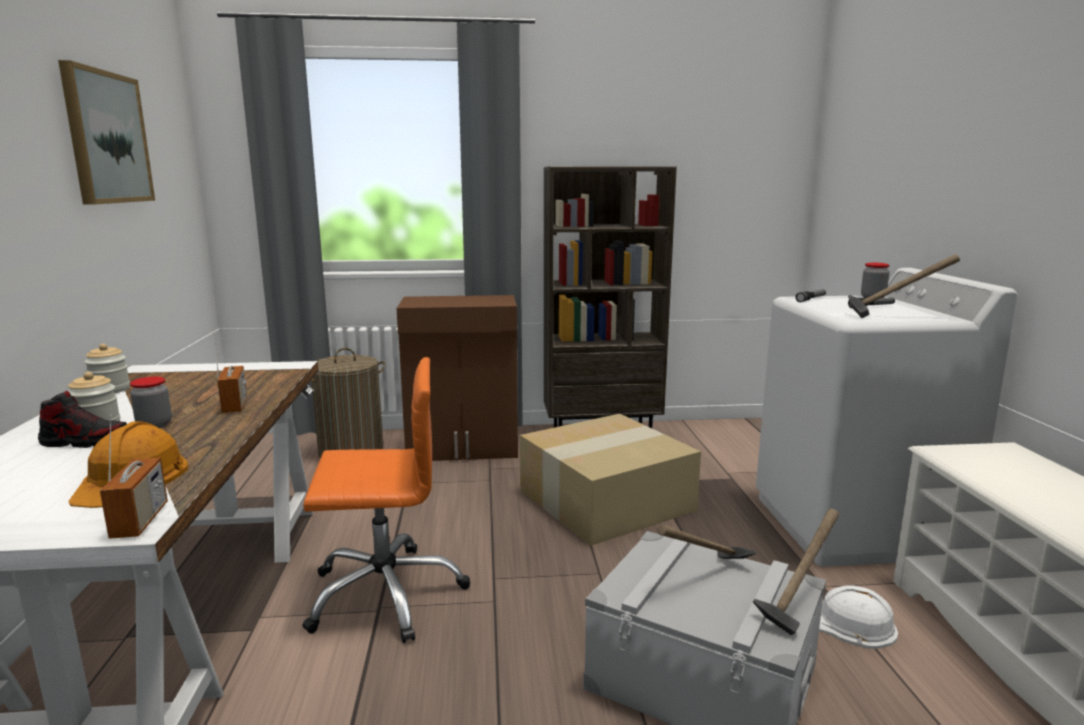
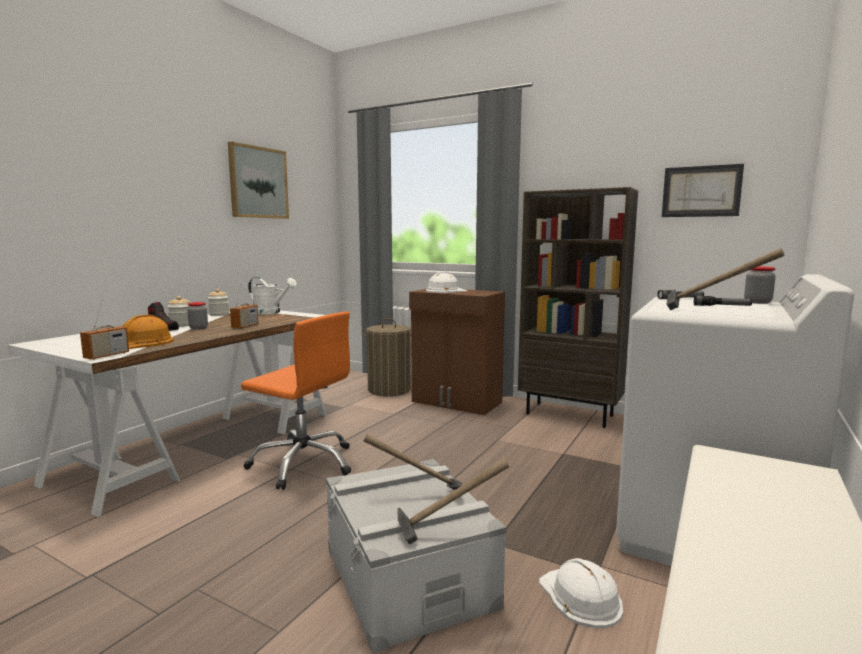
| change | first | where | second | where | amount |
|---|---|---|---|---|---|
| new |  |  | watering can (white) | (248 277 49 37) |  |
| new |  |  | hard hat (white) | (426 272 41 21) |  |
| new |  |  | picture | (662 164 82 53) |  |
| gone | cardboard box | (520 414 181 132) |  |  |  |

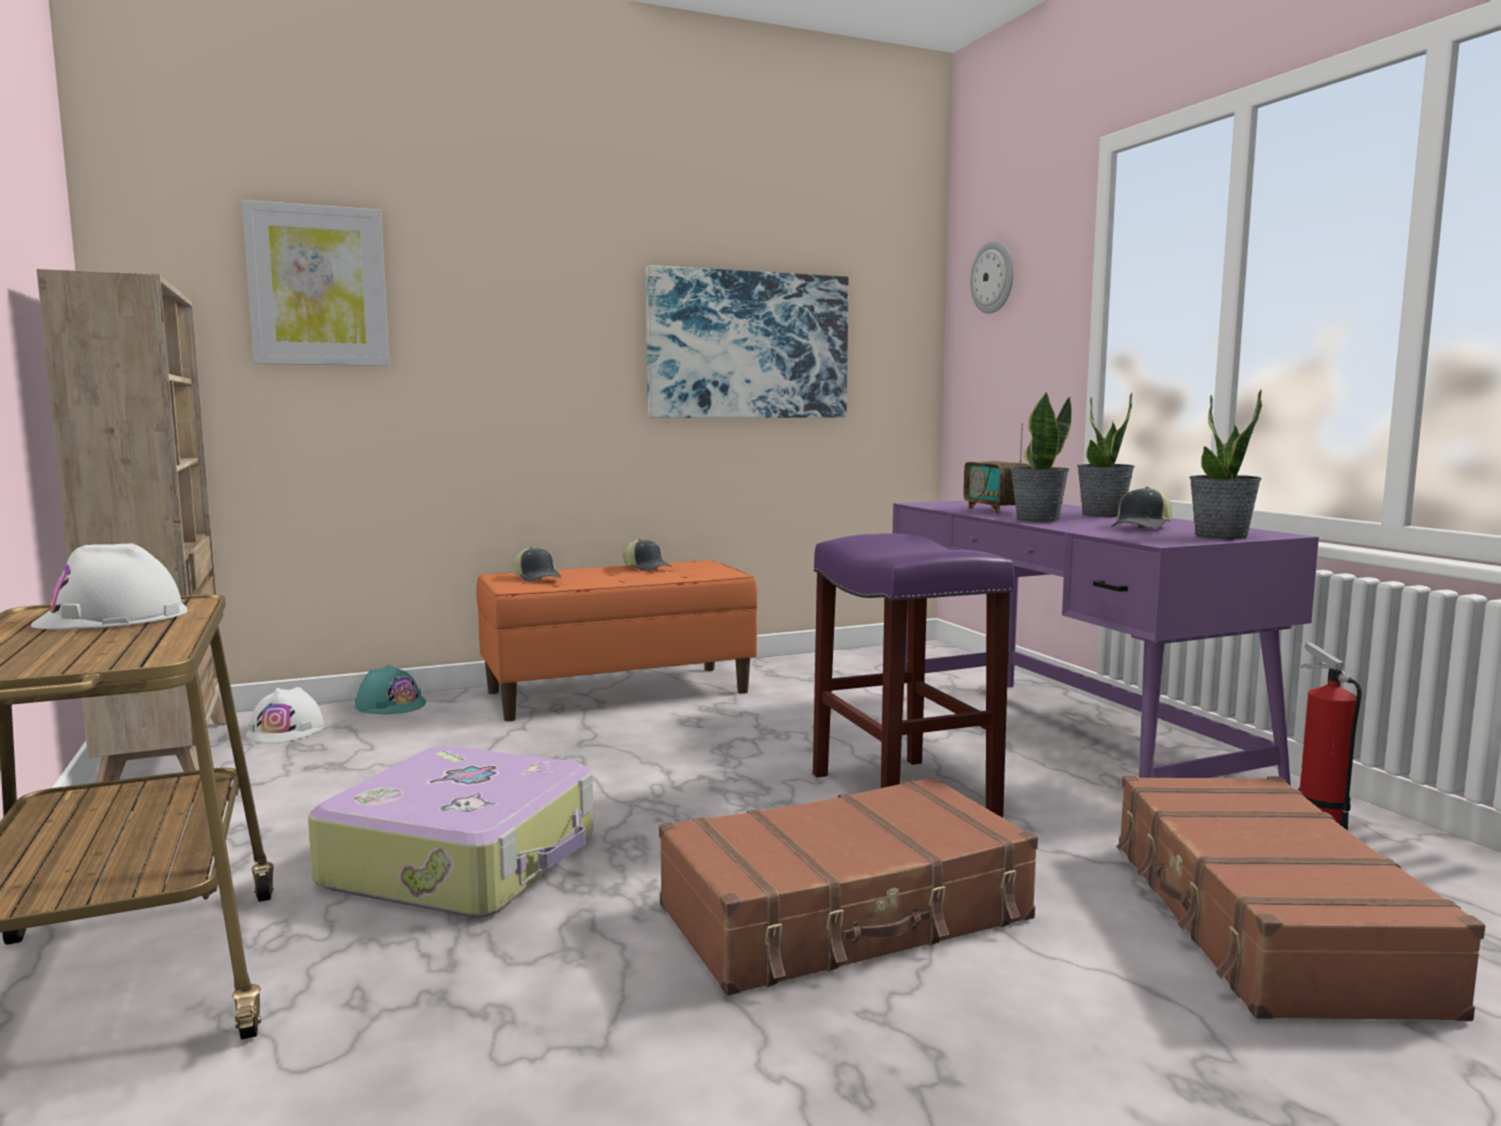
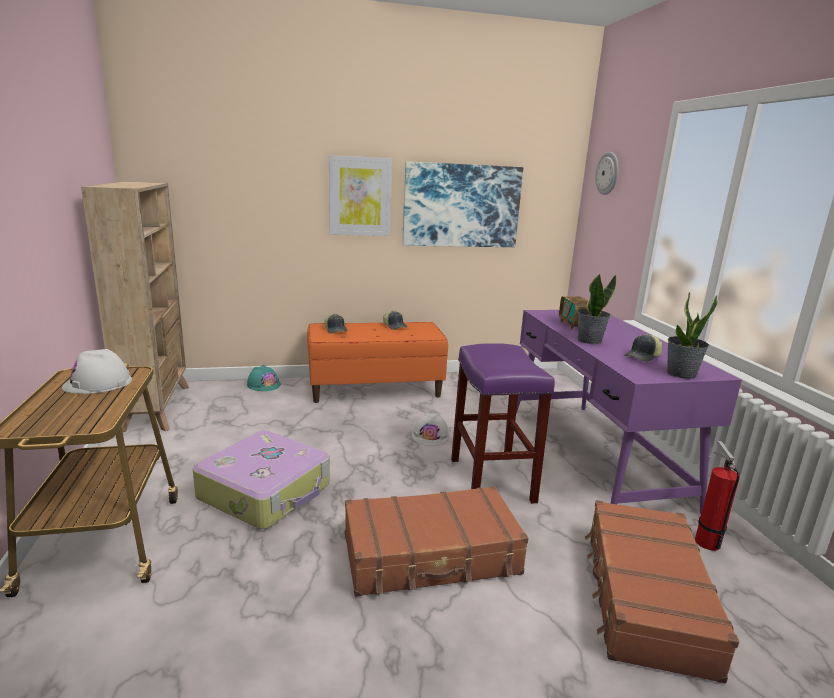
| change | first | where | second | where | amount |
|---|---|---|---|---|---|
| shifted | picture | (242 200 148 166) |  | (329 155 63 81) |  |
| shifted | hard hat (white) | (246 687 79 56) |  | (412 413 38 33) |  |
| gone | potted plant | (1077 393 58 124) |  |  |  |

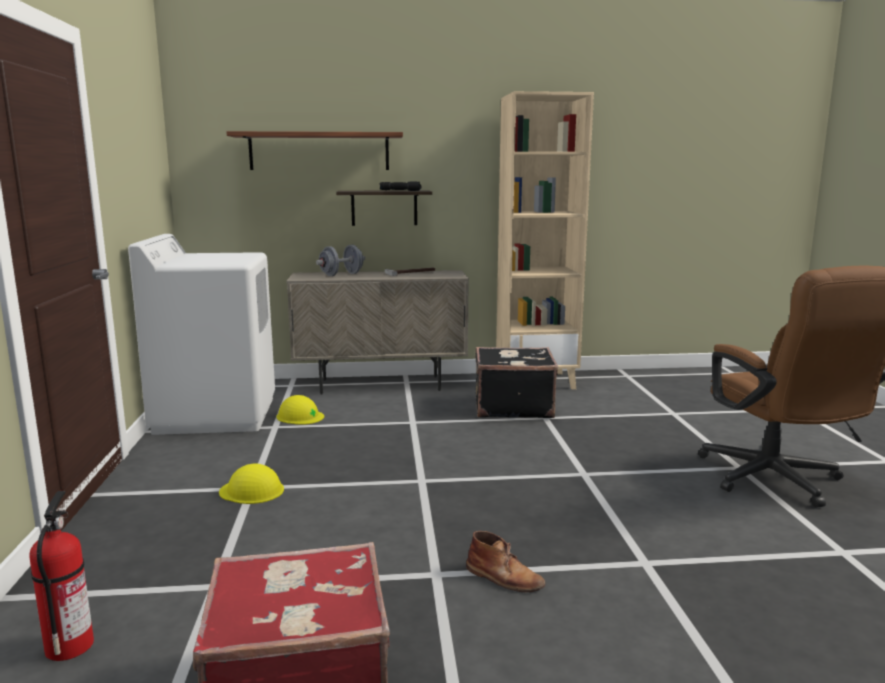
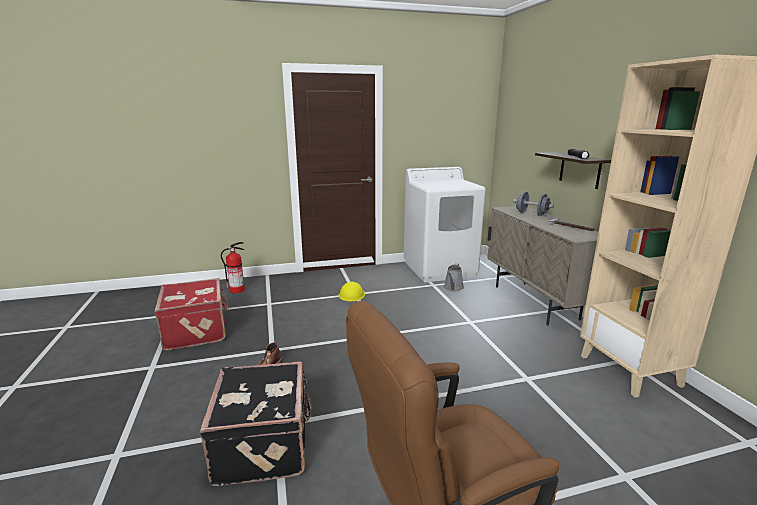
| change | first | where | second | where | amount |
|---|---|---|---|---|---|
| shifted | suitcase (black) | (475 347 83 71) |  | (200 361 113 125) |  |
| swapped | hard hat (yellow) | (276 395 48 30) | watering can (grey) | (444 264 20 27) |  |
| gone | shelf | (226 131 177 39) |  |  |  |

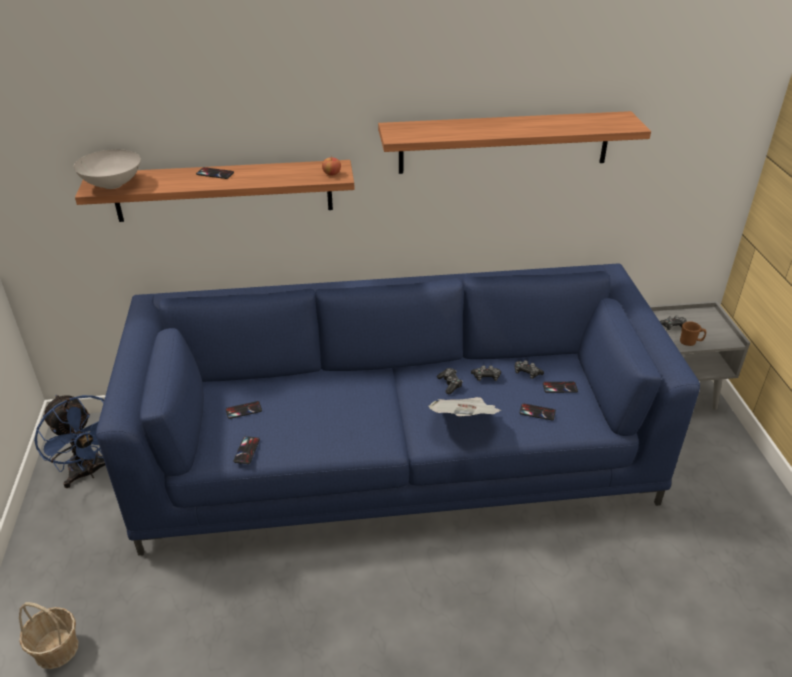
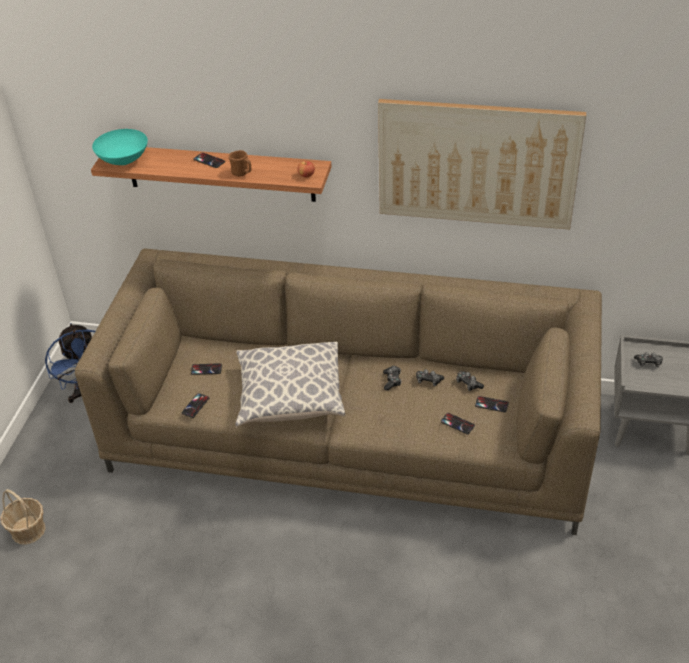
| change | first | where | second | where | amount |
|---|---|---|---|---|---|
| repainted | sofa (blue) | (96 263 604 293) | sofa (brown) | (75 248 527 287) |  |
| repainted | bowl (white) | (74 149 67 40) | bowl (turquoise) | (92 129 56 36) |  |
| shifted | mug (brown) | (680 321 26 25) |  | (228 150 23 26) |  |
| new |  |  | pillow | (236 341 109 86) |  |
| swapped | shelf | (378 111 273 63) | picture | (378 99 208 131) |  |
| gone | newspaper | (428 397 73 19) |  |  |  |

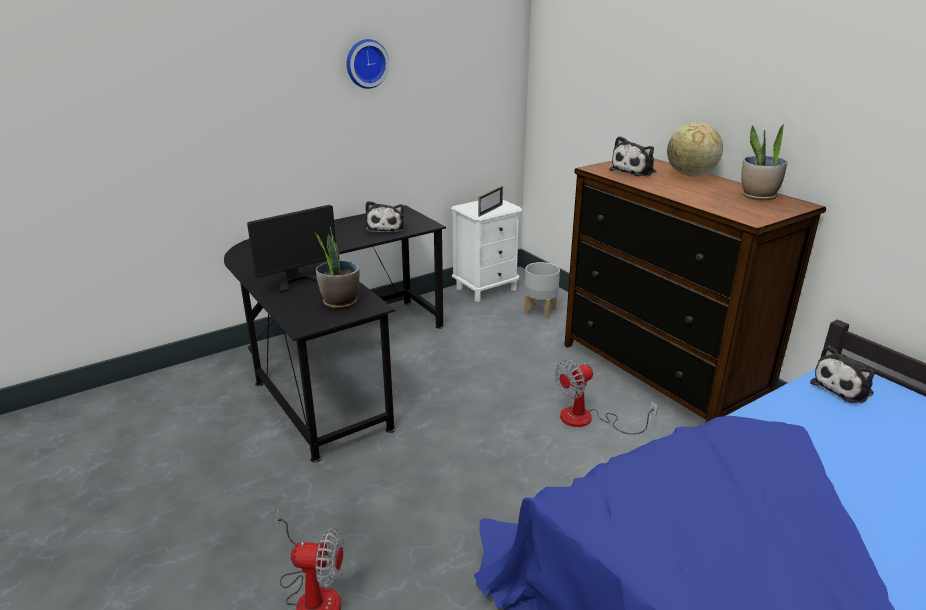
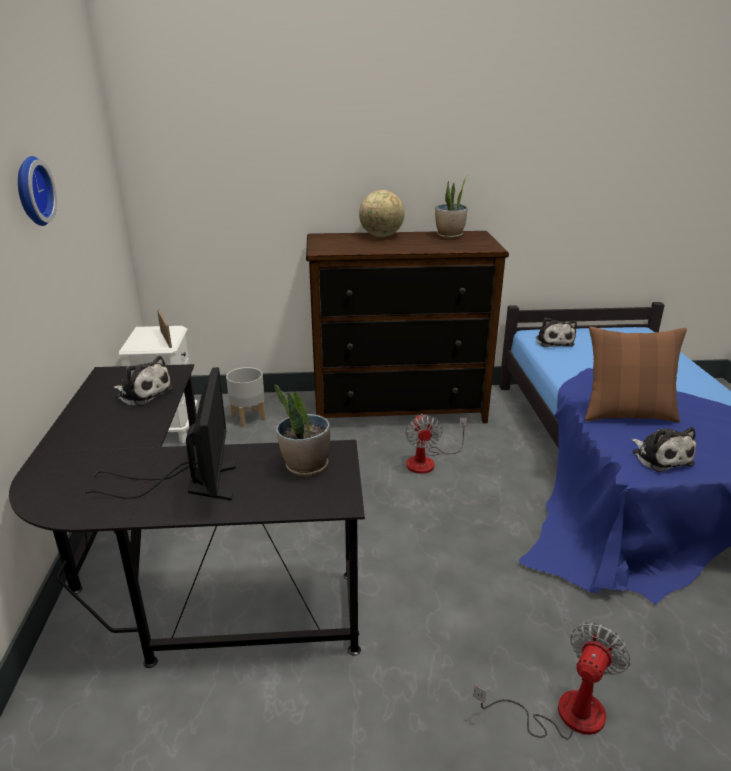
| change | first | where | second | where | amount |
|---|---|---|---|---|---|
| new |  |  | pillow (brown) | (584 327 103 96) |  |
| shifted | plush toy | (609 136 47 41) |  | (632 427 64 45) |  |

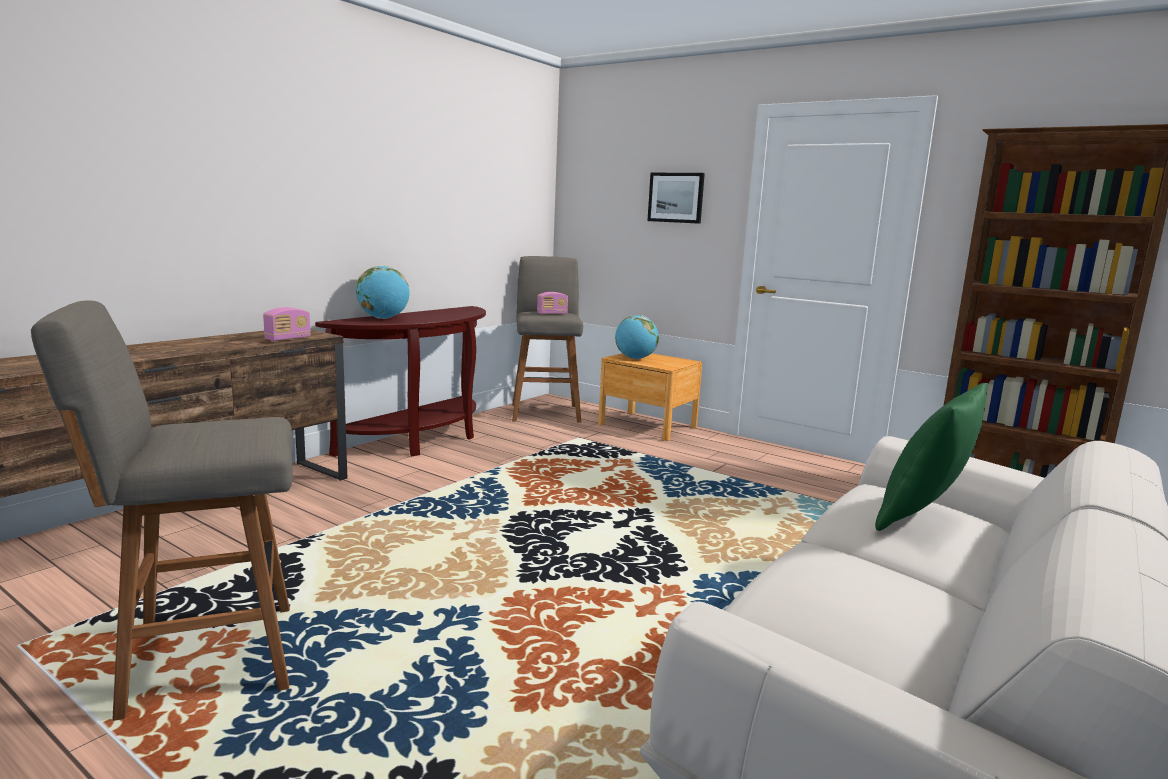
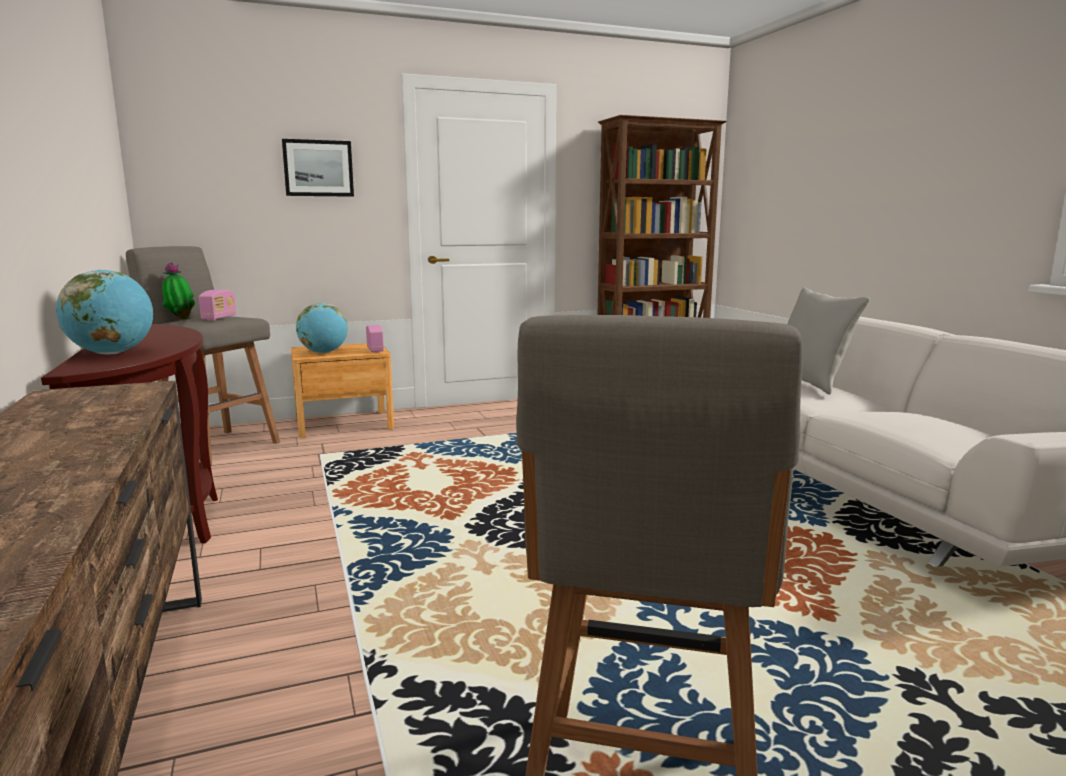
| change | first | where | second | where | amount |
|---|---|---|---|---|---|
| new |  |  | potted plant | (162 262 33 57) |  |
| shifted | radio | (263 307 48 35) |  | (366 325 18 28) |  |
| repainted | pillow (green) | (875 383 113 148) | pillow (grey) | (787 287 83 107) |  |

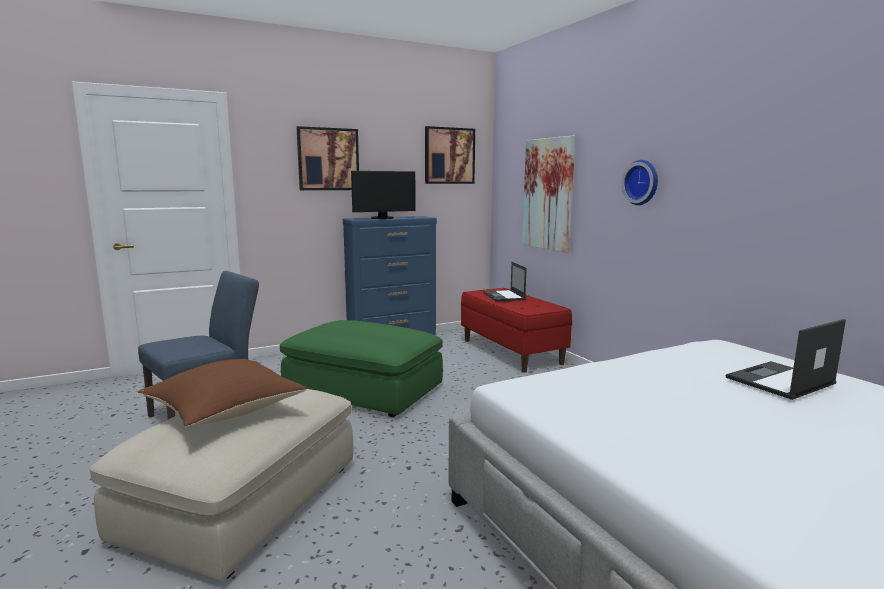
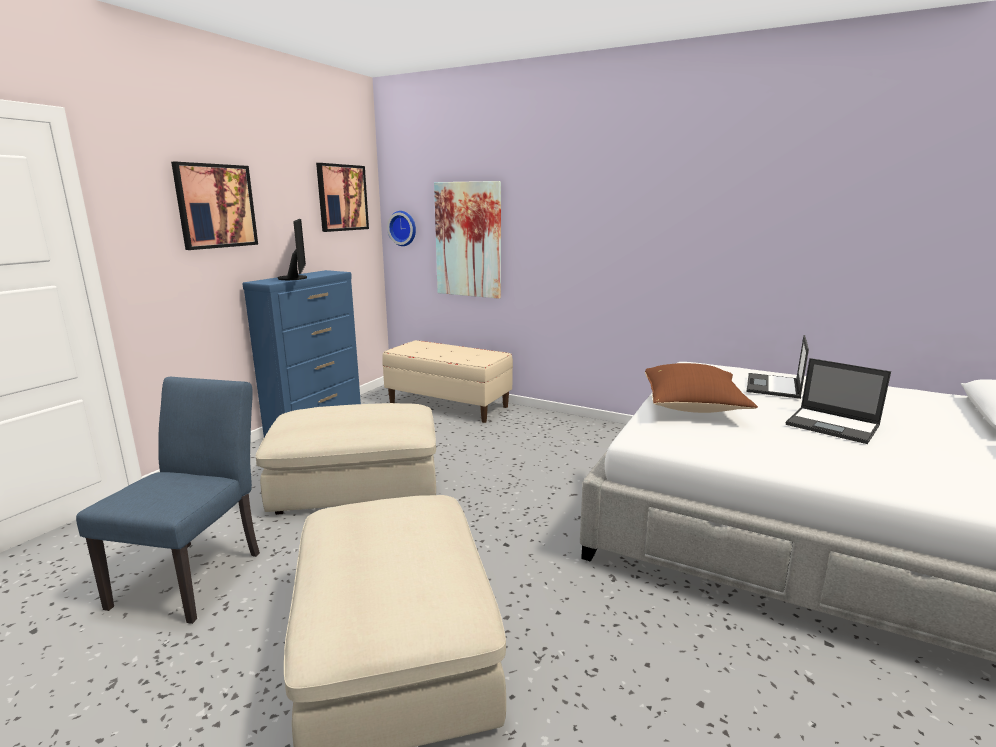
| change | first | where | second | where | amount |
|---|---|---|---|---|---|
| repainted | ottoman (green) | (280 320 163 97) | ottoman (beige) | (256 403 180 112) |  |
| rotated | monitor | (351 171 65 48) |  | (277 219 30 61) | 45 degrees counterclockwise |
| repainted | bench (red) | (461 288 111 85) | bench (beige) | (382 340 131 83) |  |
| shifted | wall clock | (622 160 36 45) |  | (387 211 29 35) |  |
| shifted | pillow (brown) | (138 359 169 68) |  | (645 363 113 50) |  |
| shifted | laptop | (483 262 44 39) |  | (786 358 105 86) |  |

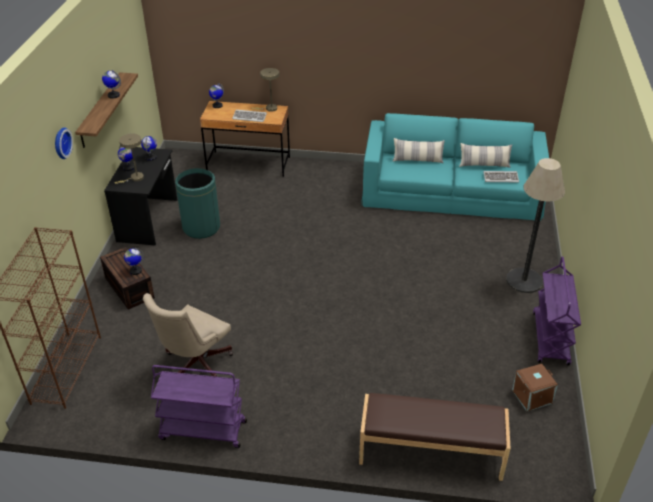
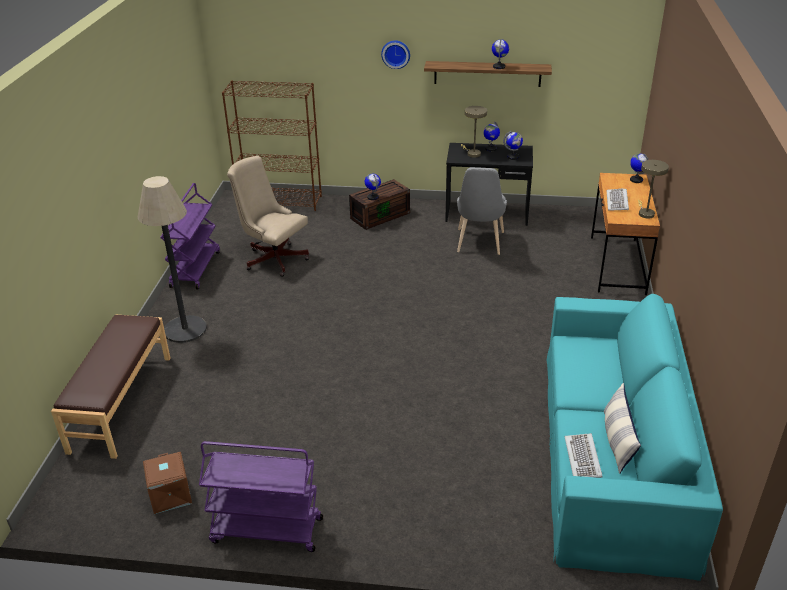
| change | first | where | second | where | amount |
|---|---|---|---|---|---|
| shifted | floor lamp | (506 158 59 135) |  | (137 176 70 167) |  |
| swapped | trash can (green) | (175 168 45 71) | chair (grey) | (457 167 50 88) |  |
| gone | pillow | (393 138 52 25) |  |  |  |

